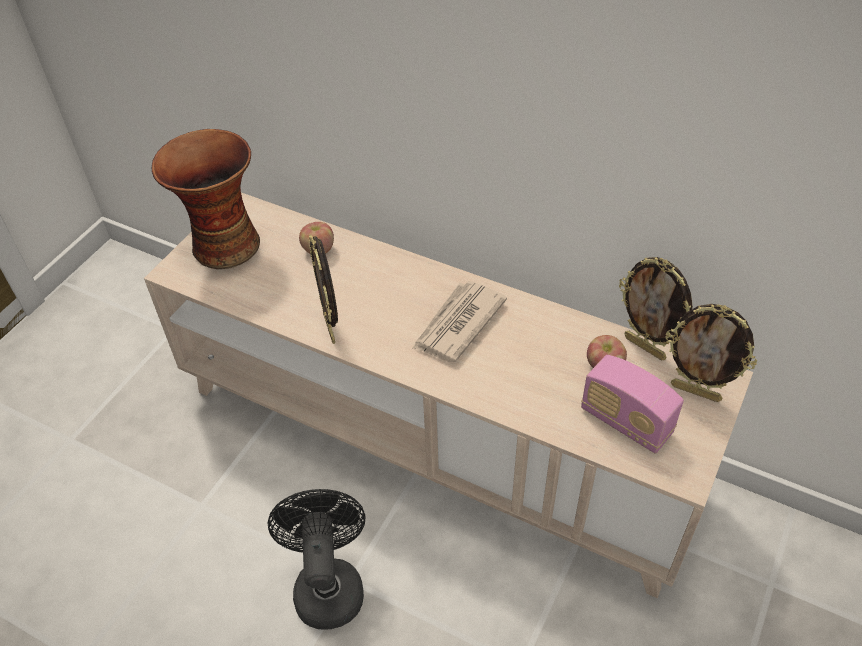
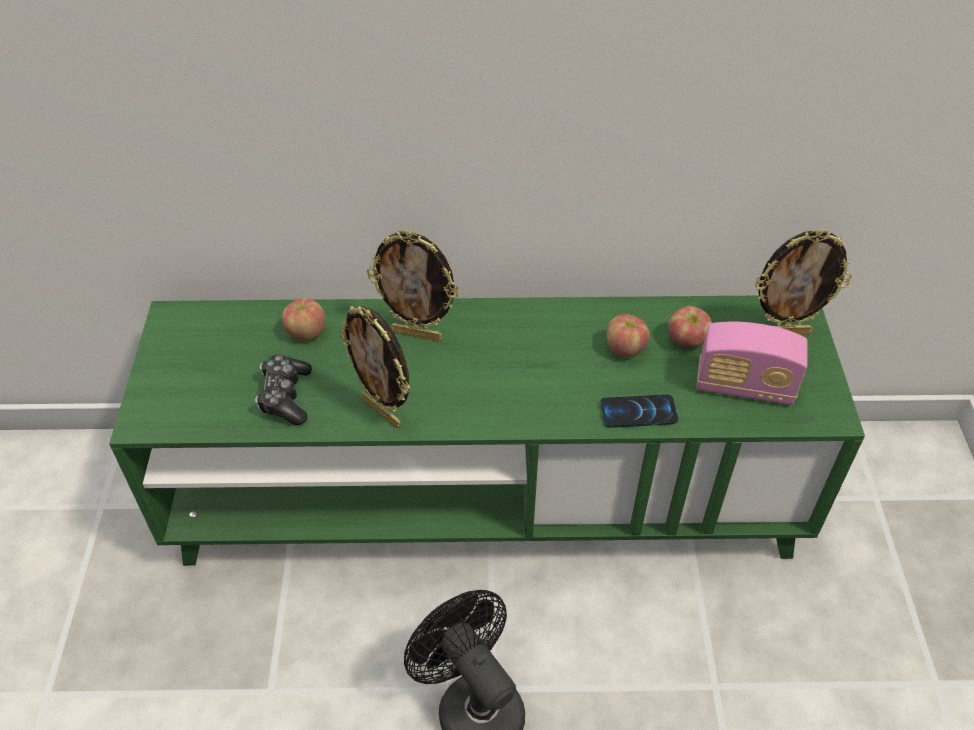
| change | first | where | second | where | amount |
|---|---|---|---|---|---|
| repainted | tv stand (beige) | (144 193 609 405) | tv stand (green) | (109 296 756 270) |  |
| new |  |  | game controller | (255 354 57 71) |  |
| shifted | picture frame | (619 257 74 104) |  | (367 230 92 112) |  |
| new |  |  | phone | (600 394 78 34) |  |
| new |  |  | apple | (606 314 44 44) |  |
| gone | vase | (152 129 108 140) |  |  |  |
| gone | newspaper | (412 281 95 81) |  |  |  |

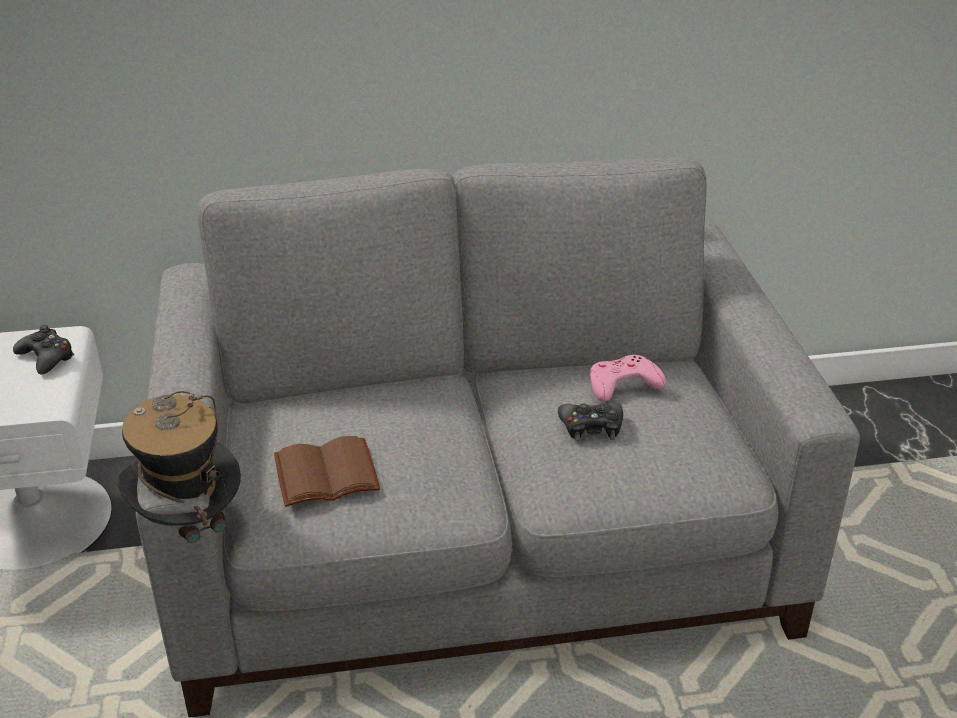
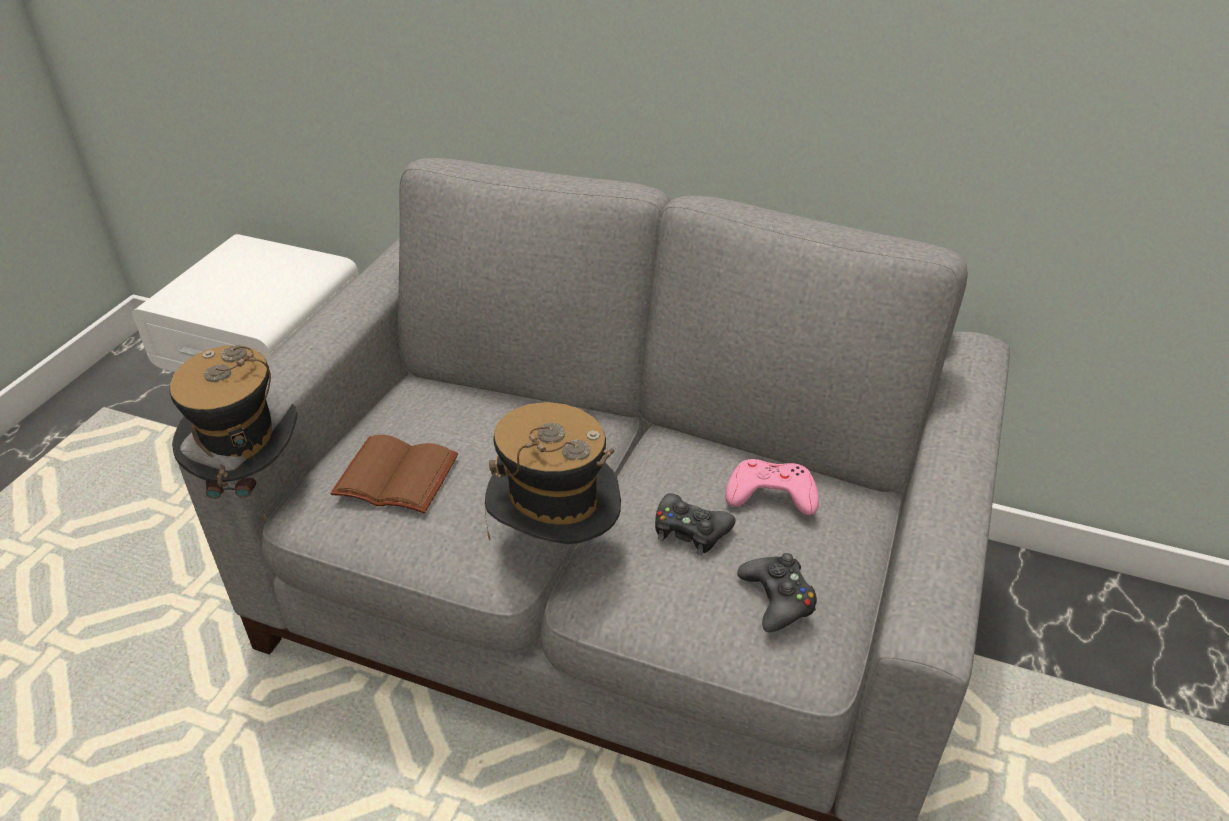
| change | first | where | second | where | amount |
|---|---|---|---|---|---|
| new |  |  | hat | (485 402 136 142) |  |
| shifted | game controller (black) | (13 325 61 49) |  | (737 553 80 79) |  |

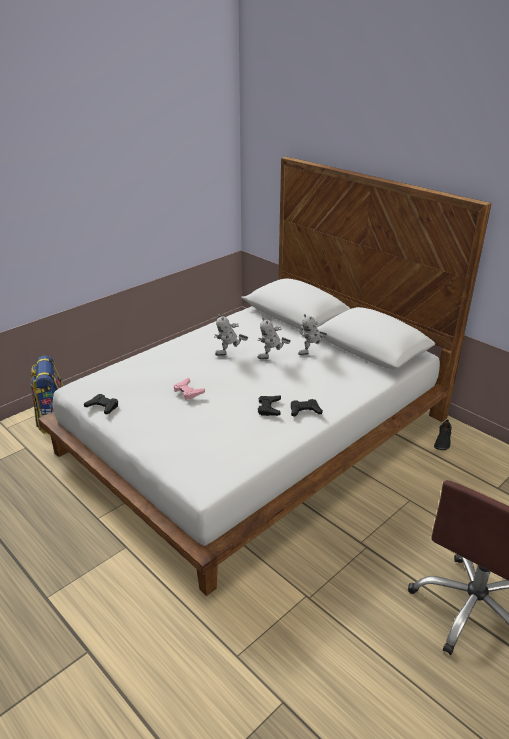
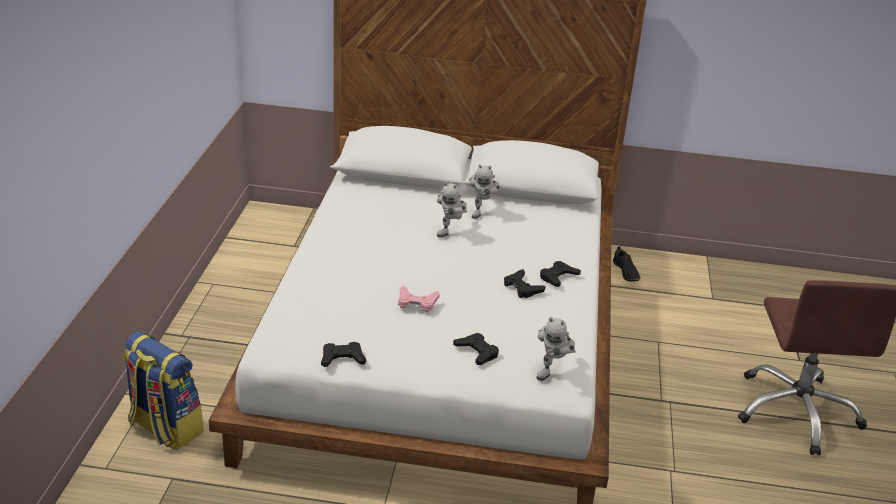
| change | first | where | second | where | amount |
|---|---|---|---|---|---|
| new |  |  | game controller (black) | (453 333 46 32) |  |
| shifted | toy robot | (214 314 34 42) |  | (536 317 40 64) |  |

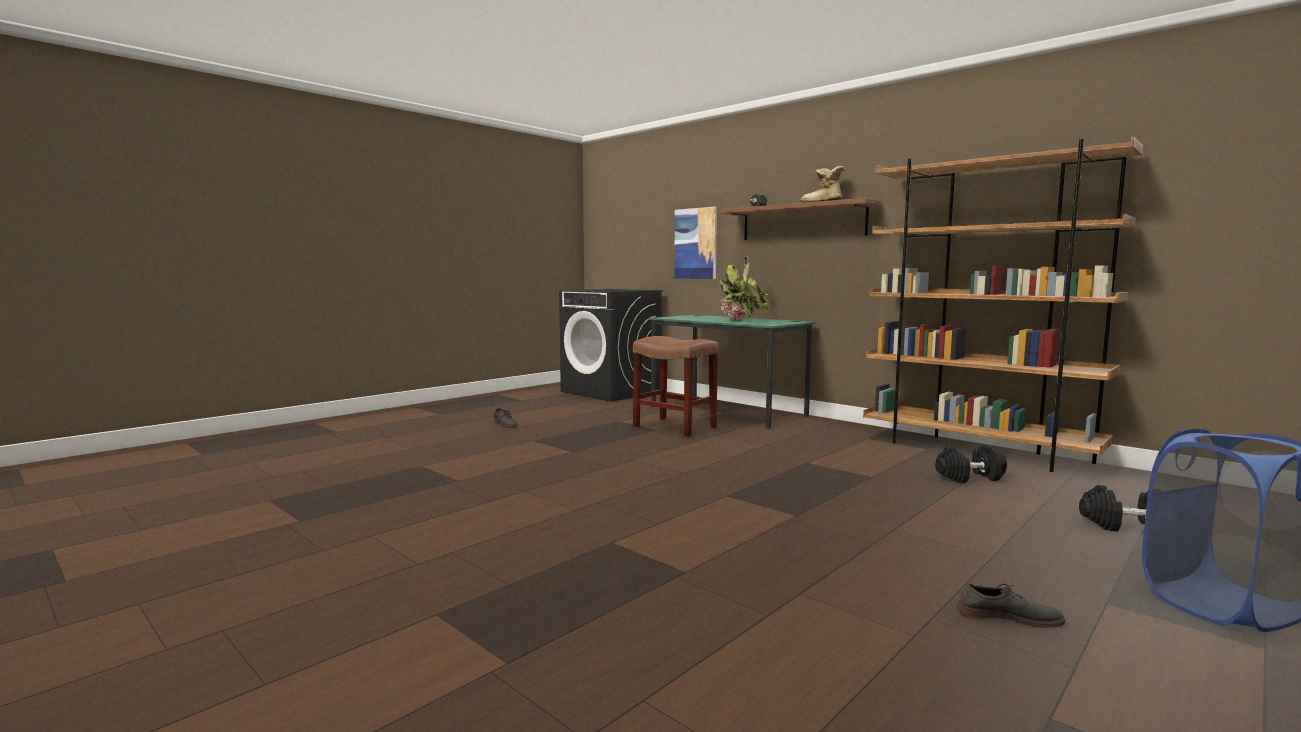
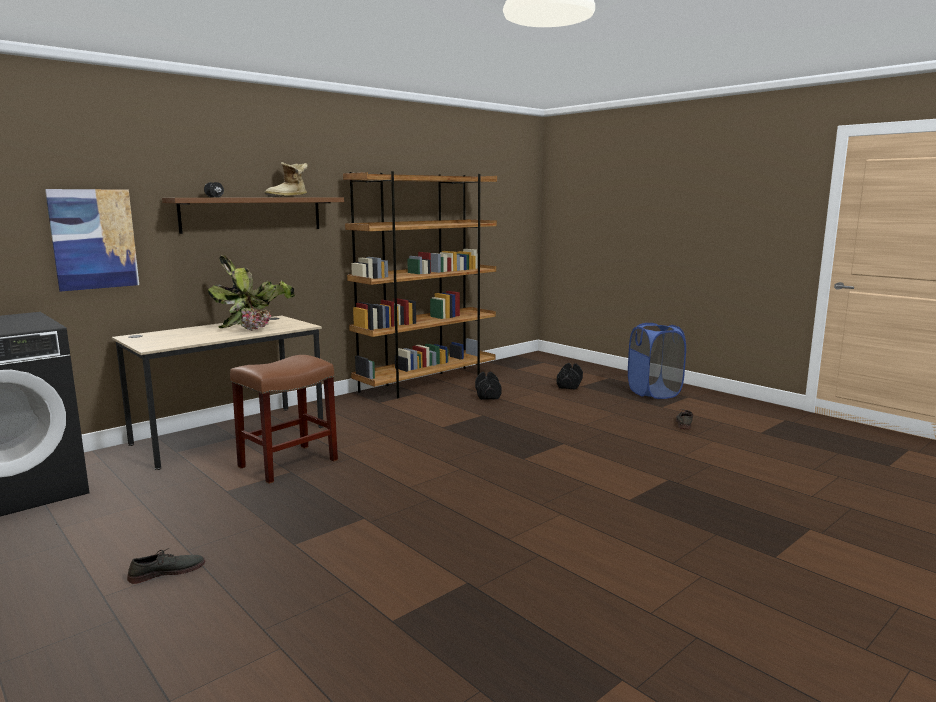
| change | first | where | second | where | amount |
|---|---|---|---|---|---|
| repainted | desk (green) | (649 315 166 114) | desk (beige) | (112 316 212 154) |  |

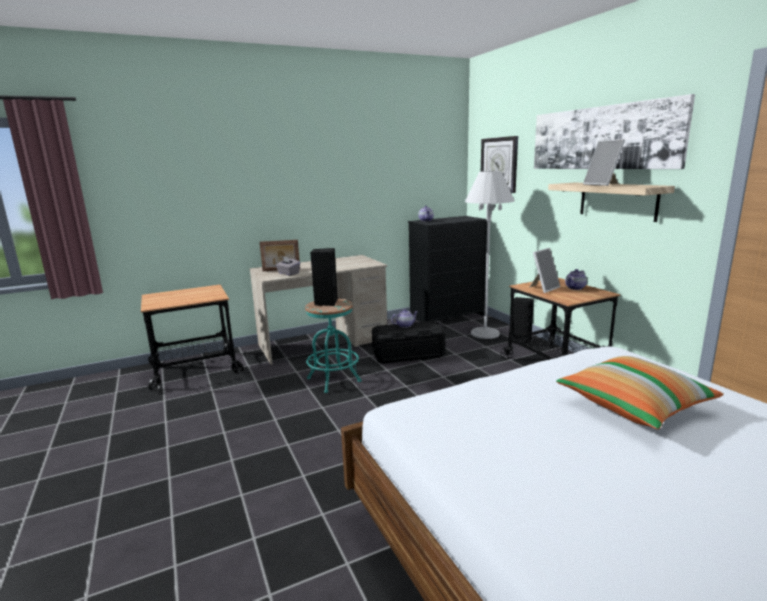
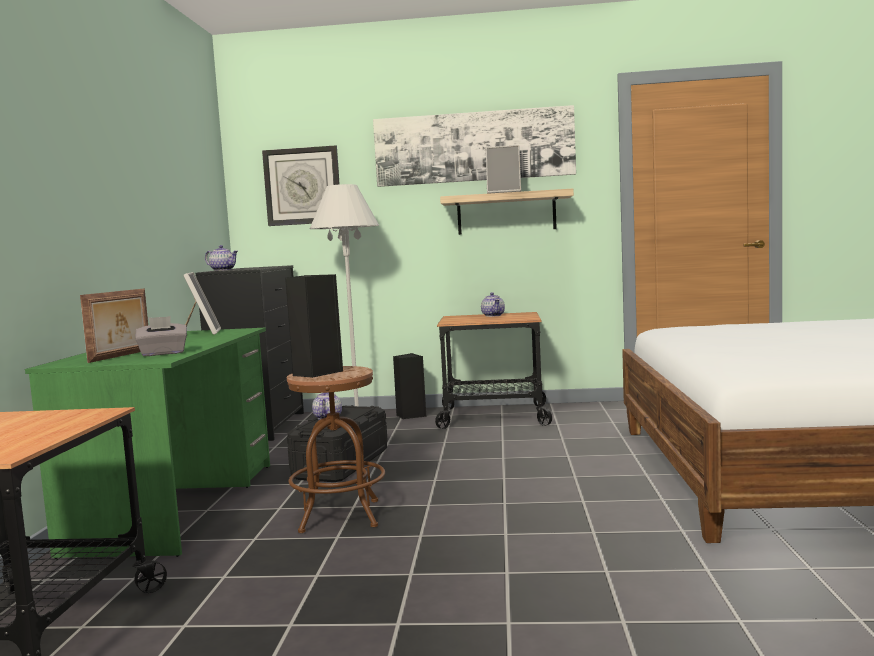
| change | first | where | second | where | amount |
|---|---|---|---|---|---|
| repainted | desk (beige) | (249 255 138 110) | desk (green) | (25 327 245 232) |  |
| shifted | picture frame | (529 248 31 45) |  | (183 272 38 63) |  |
| repainted | stool (turquoise) | (305 299 57 94) | stool (brown) | (287 366 98 167) |  |
| gone | pillow | (556 356 168 73) |  |  |  |

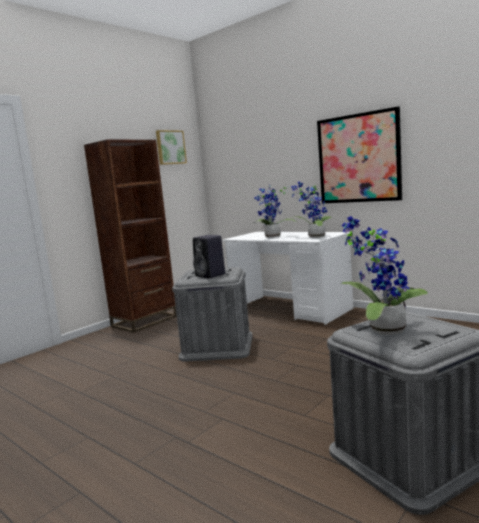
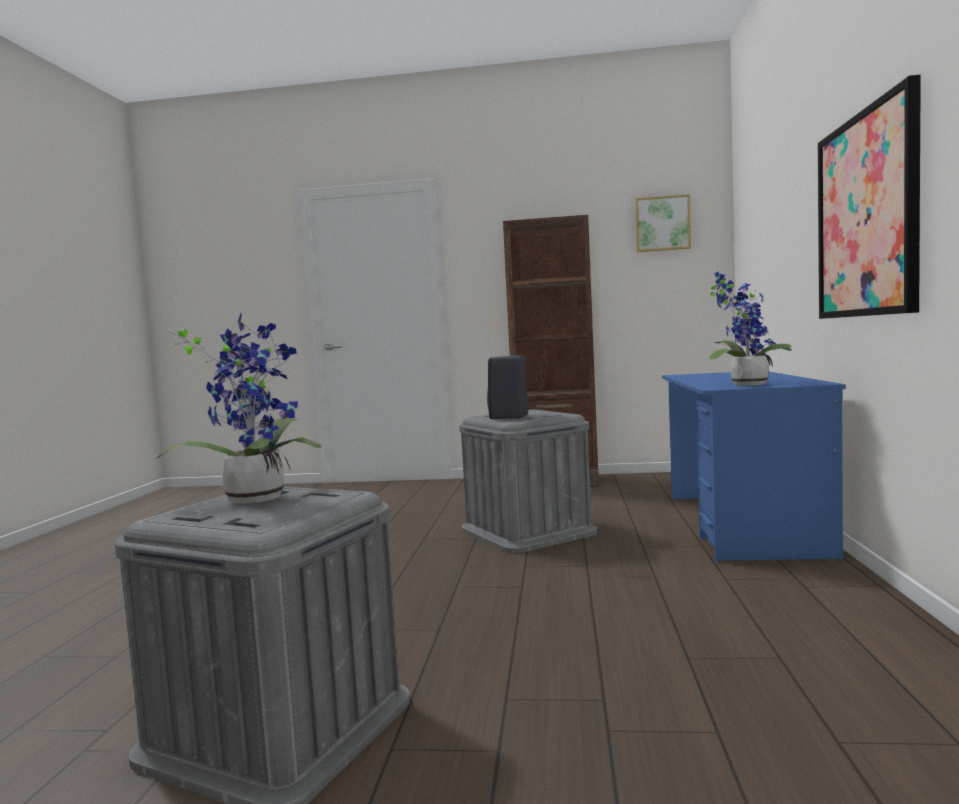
| change | first | where | second | where | amount |
|---|---|---|---|---|---|
| repainted | desk (white) | (222 231 131 94) | desk (blue) | (662 371 184 191) |  |
| gone | potted plant | (254 185 43 53) |  |  |  |

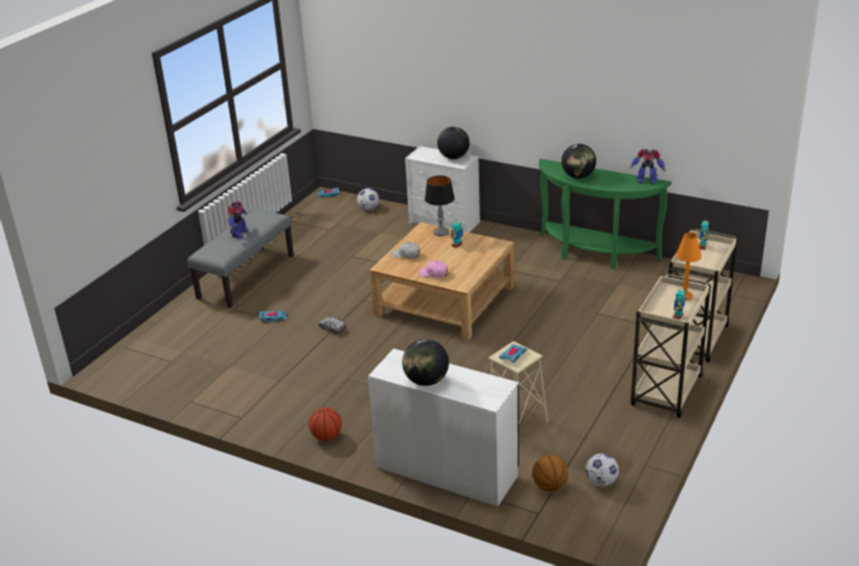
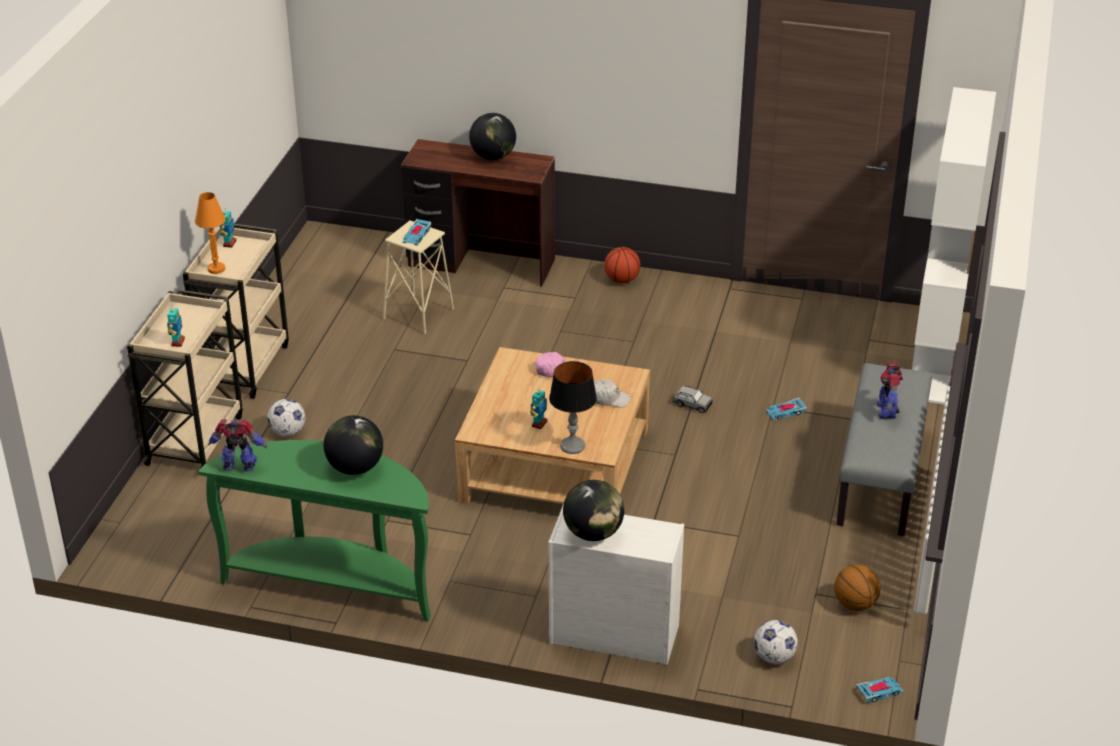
| change | first | where | second | where | amount |
|---|---|---|---|---|---|
| shifted | football | (586 453 33 34) |  | (267 399 38 37) |  |
| repainted | desk (white) | (368 349 151 158) | desk (brown) | (401 139 154 148) |  |
| shifted | basketball | (532 455 36 37) |  | (834 565 47 46) |  |
| new |  |  | bookcase (white) | (912 87 84 318) |  |

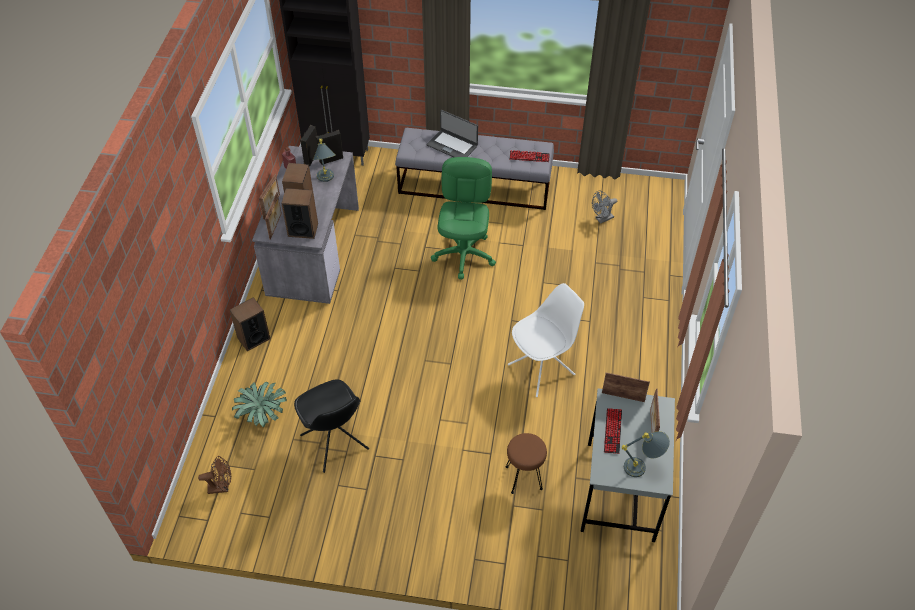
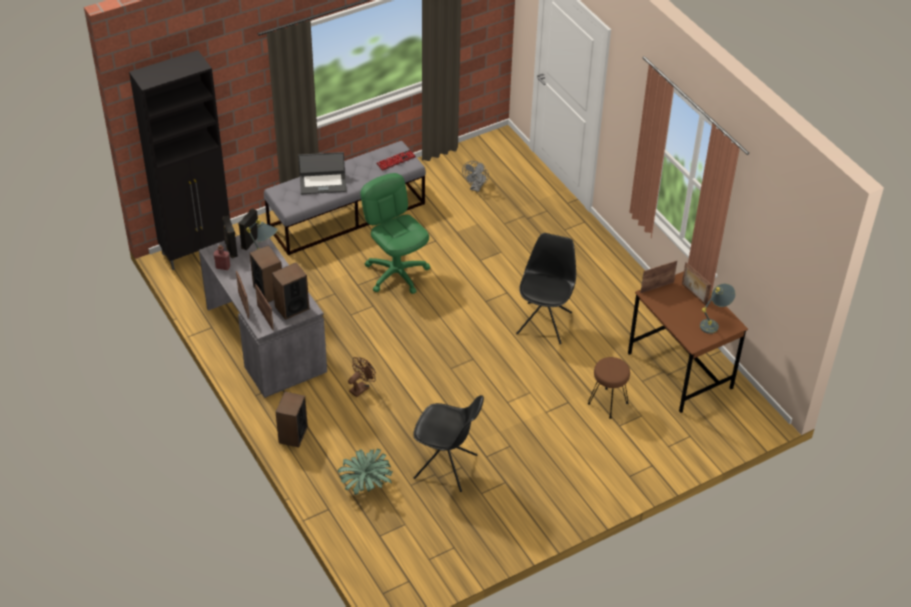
| change | first | where | second | where | amount |
|---|---|---|---|---|---|
| shifted | fan (brown) | (198 456 33 38) |  | (348 357 28 40) |  |
| repainted | chair (white) | (508 283 76 114) | chair (black) | (516 233 60 111) |  |
| repainted | desk (grey) | (581 388 94 154) | desk (brown) | (628 271 120 142) |  |
| gone | keyboard | (604 408 18 46) |  |  |  |

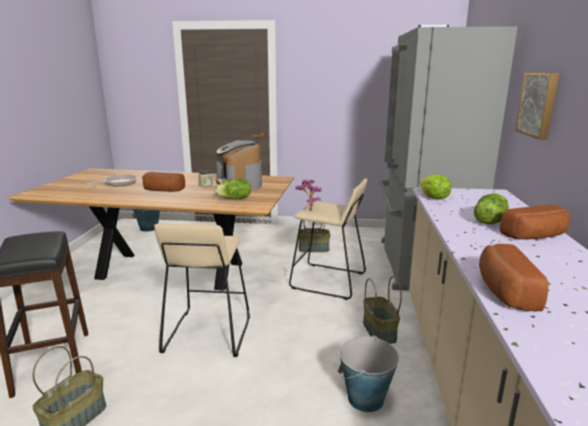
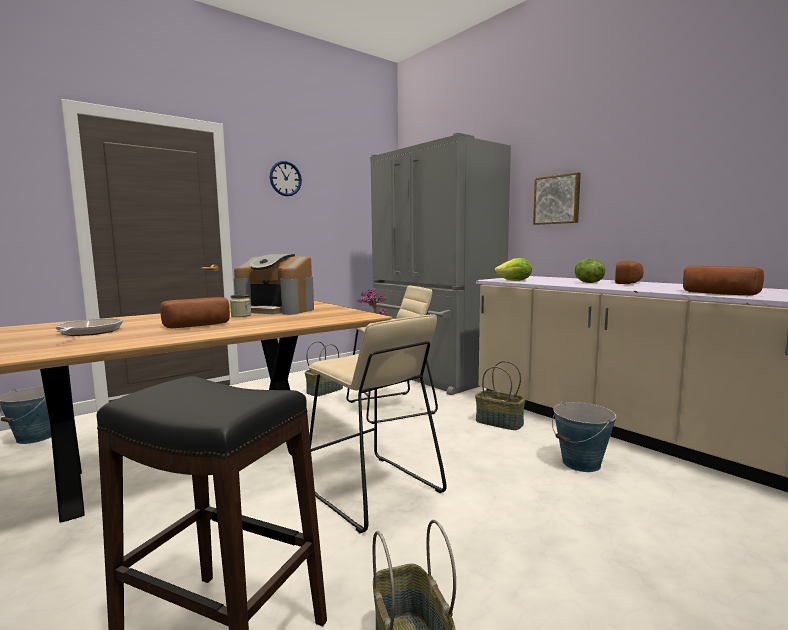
| change | first | where | second | where | amount |
|---|---|---|---|---|---|
| new |  |  | wall clock | (270 161 32 35) |  |
| gone | lettuce | (214 178 37 22) |  |  |  |

